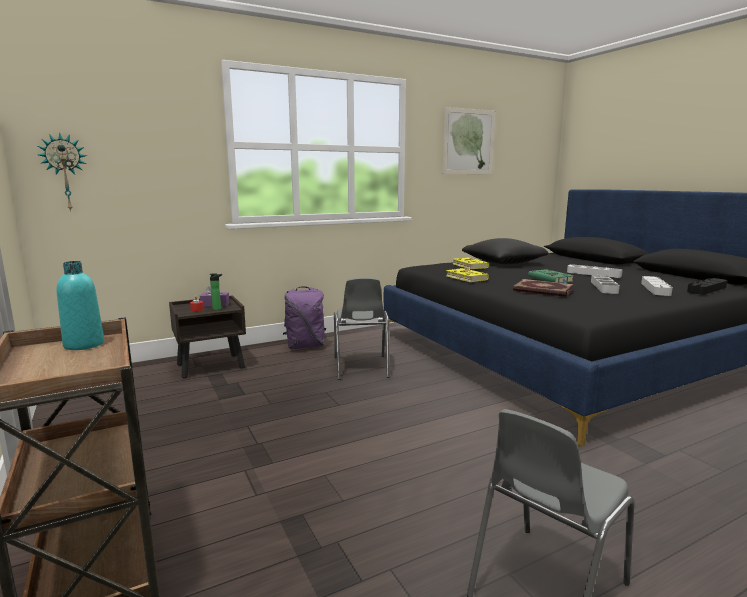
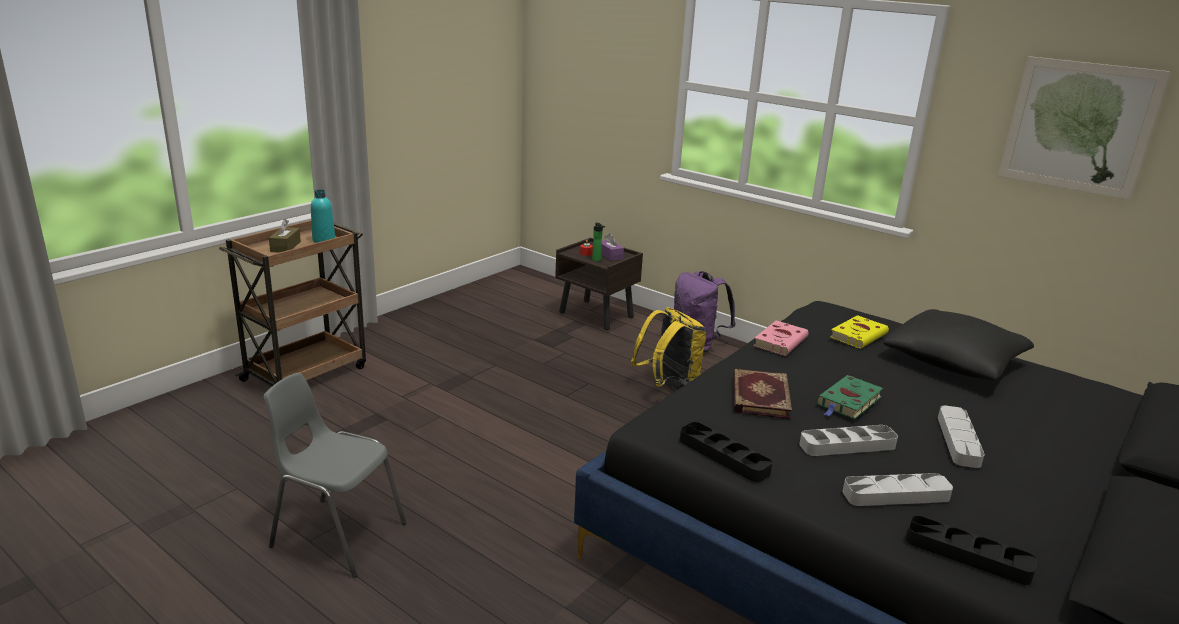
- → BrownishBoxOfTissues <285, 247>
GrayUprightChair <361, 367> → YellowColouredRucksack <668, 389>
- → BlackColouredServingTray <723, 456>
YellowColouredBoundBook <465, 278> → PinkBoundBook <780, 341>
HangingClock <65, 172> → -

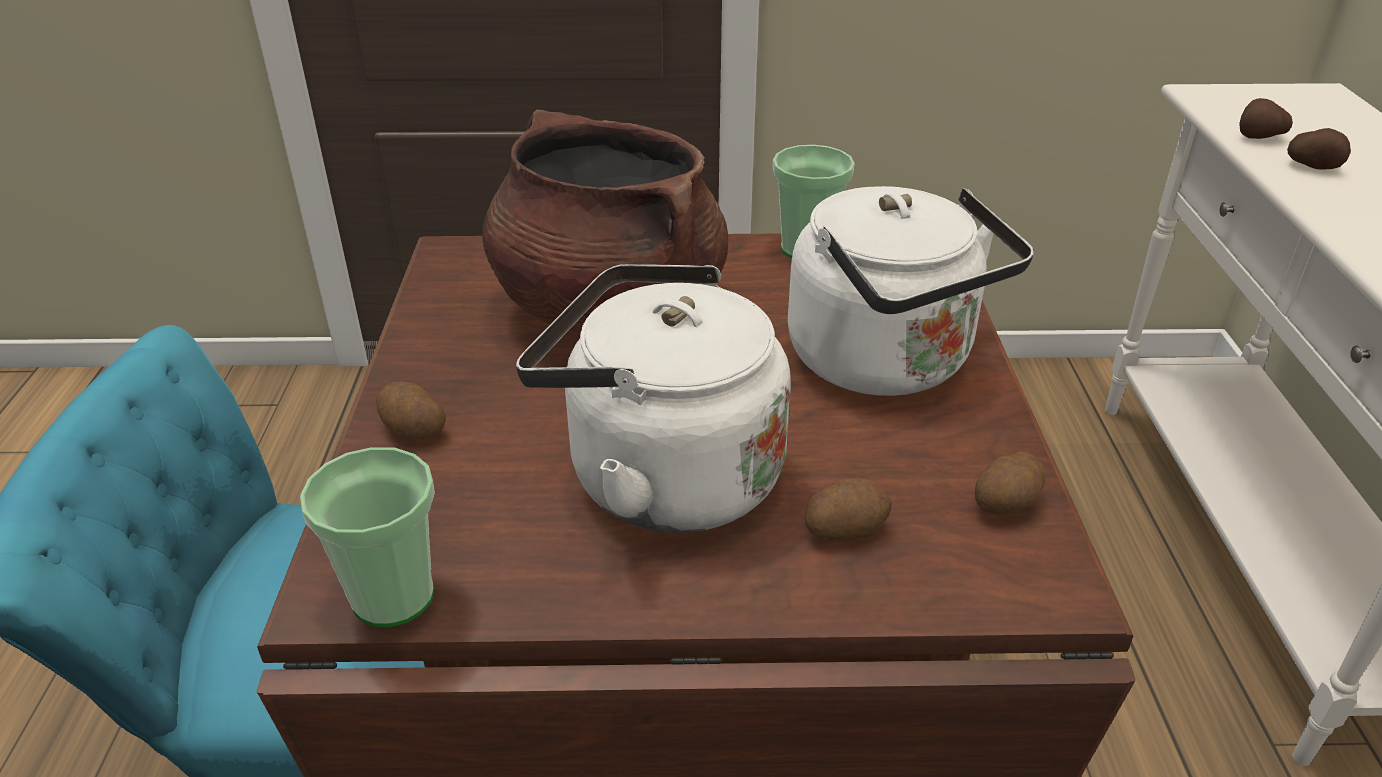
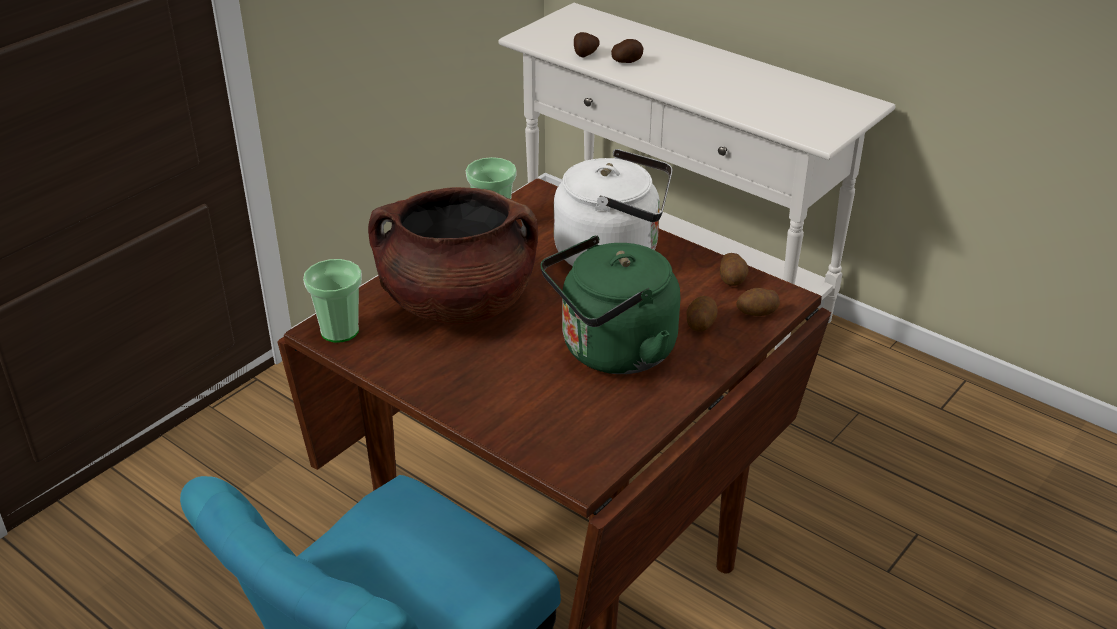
SmallCup <393, 596> → SmallCup <339, 331>, shifted
WhiteColouredTeaKettle <661, 476> → GreenTeaKettle <612, 352>
WholePotato <412, 429> → WholePotato <757, 313>, shifted

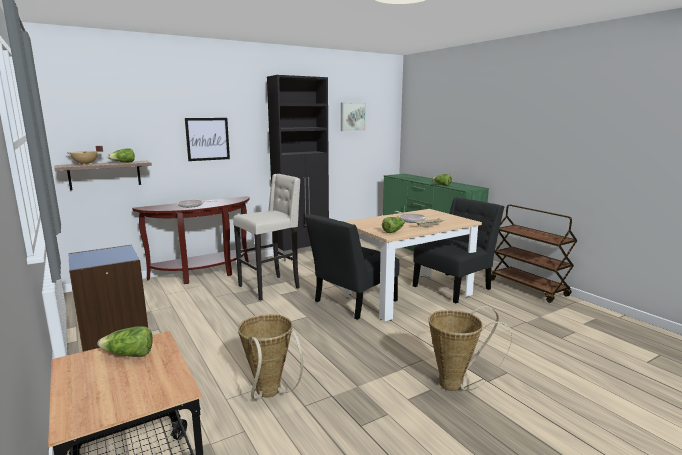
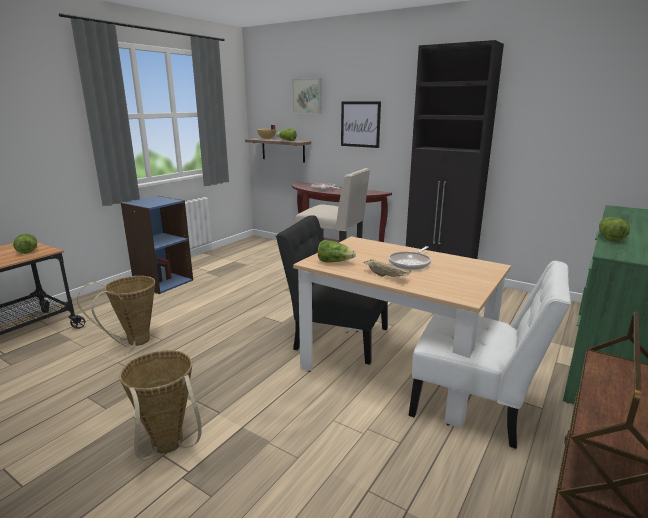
Picture <352, 116> → Picture <307, 96>, shifted
BlackColouredUprightChair <454, 287> → WhiteColouredUprightChair <476, 406>

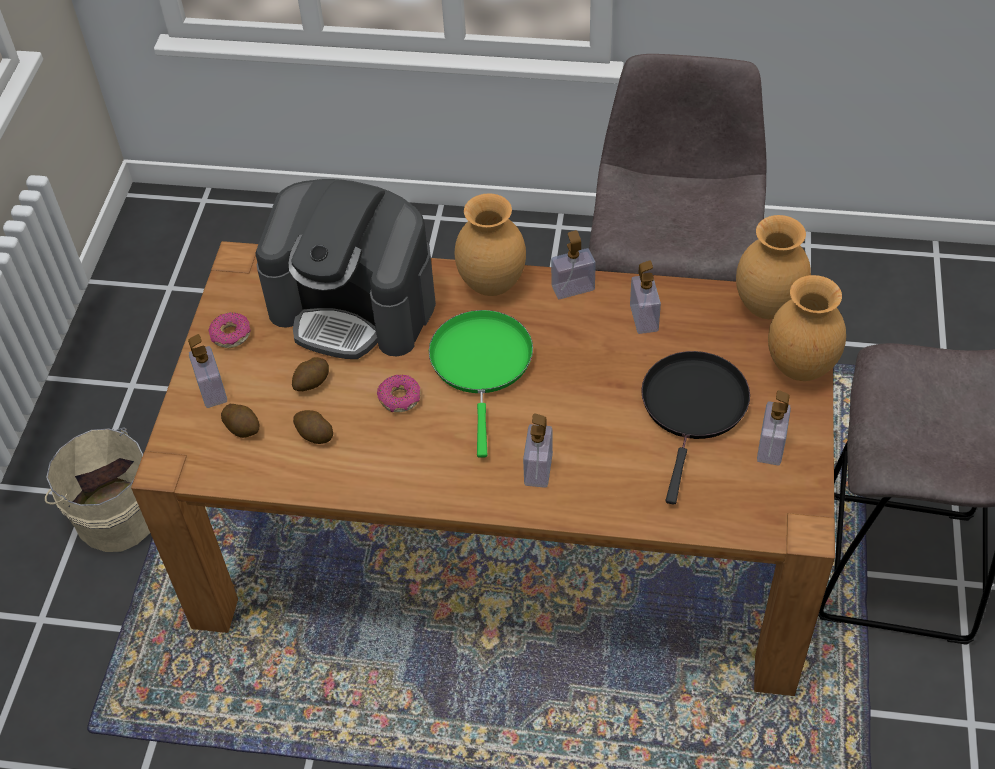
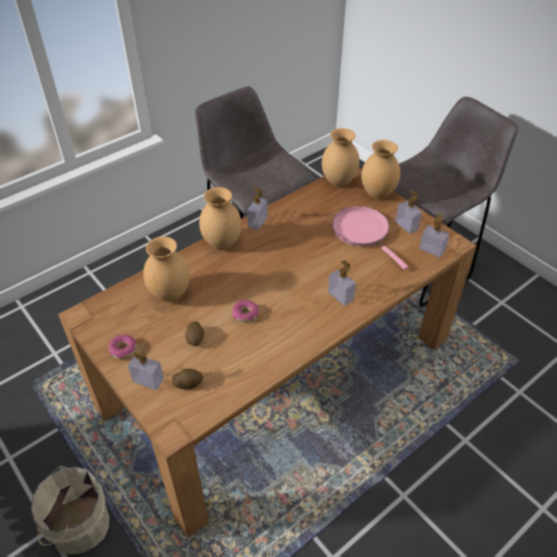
CoffeeMaker <354, 306> → BrownishVase <170, 293>
BlackColouredPan <693, 407> → PinkPan <363, 232>
SoapDispenser <644, 318> → SoapDispenser <432, 250>, shifted
WholePotato <314, 434> → -
GreenPan <481, 364> → -

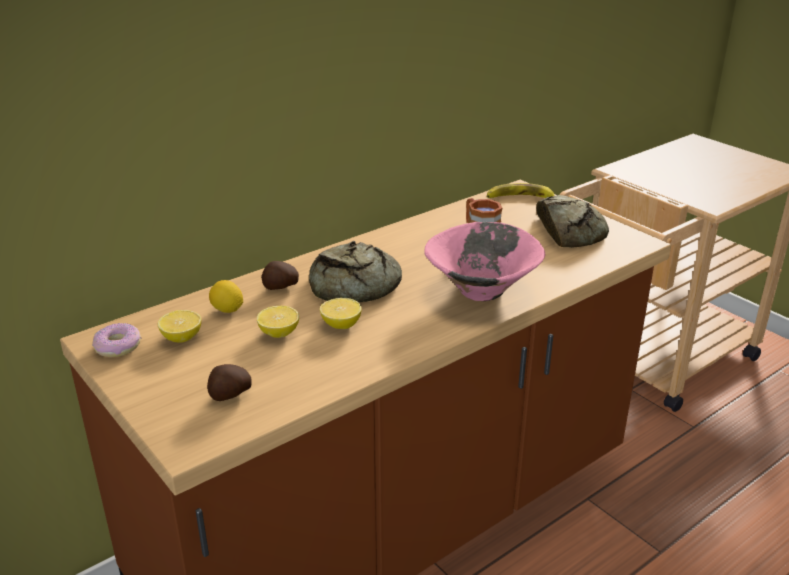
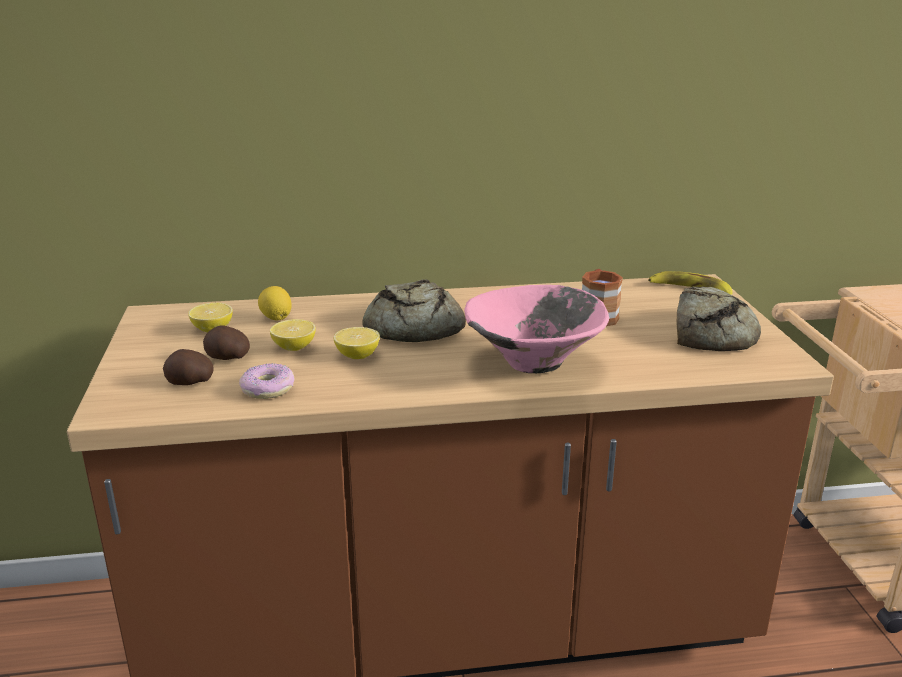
WholePotato <280, 287> → WholePotato <227, 358>, shifted
RingDoughnut <118, 346> → RingDoughnut <268, 389>, shifted

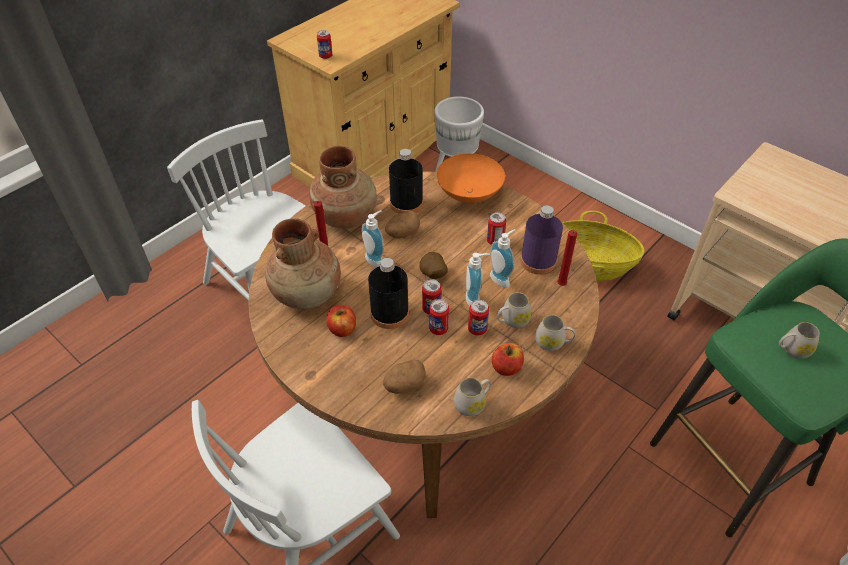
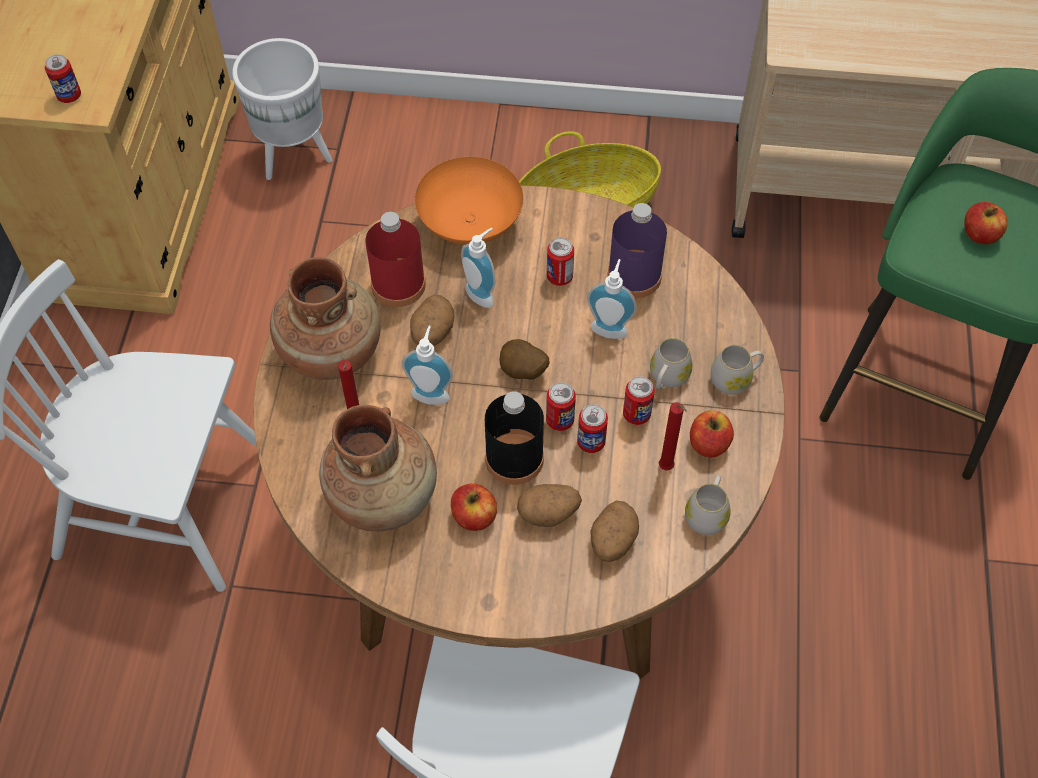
BlackColouredDrinkBottle <406, 203> → RedColouredDrinkBottle <398, 284>
SoapDispenser <475, 299> → SoapDispenser <483, 293>, shifted
- → WholePotato <549, 513>
RedColouredWaxLight <561, 286> → RedColouredWaxLight <667, 469>, shifted
WhiteColouredCoffeeMug <792, 349> → Apple <980, 234>

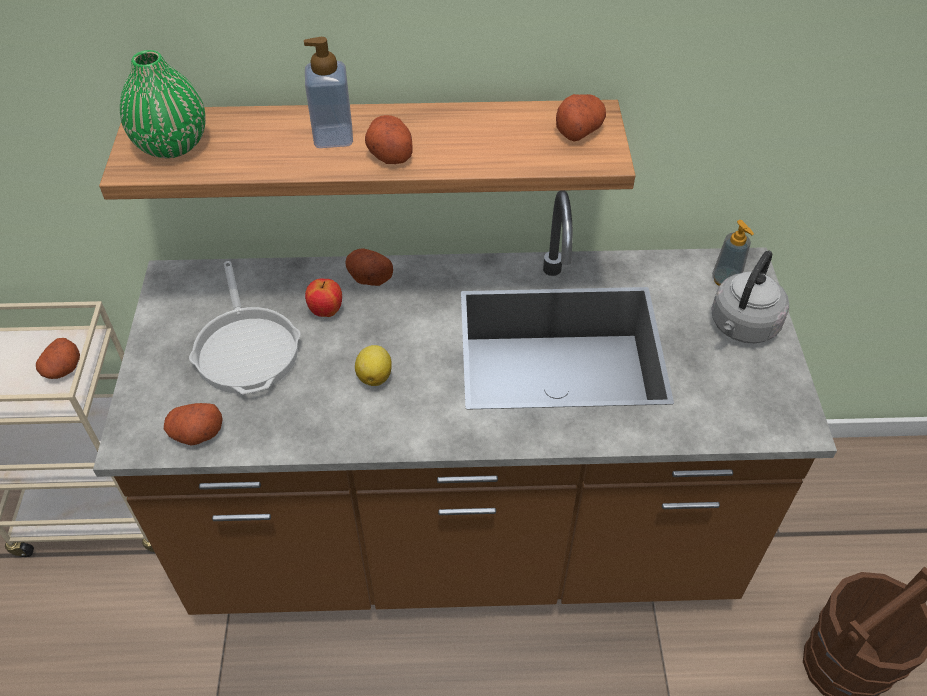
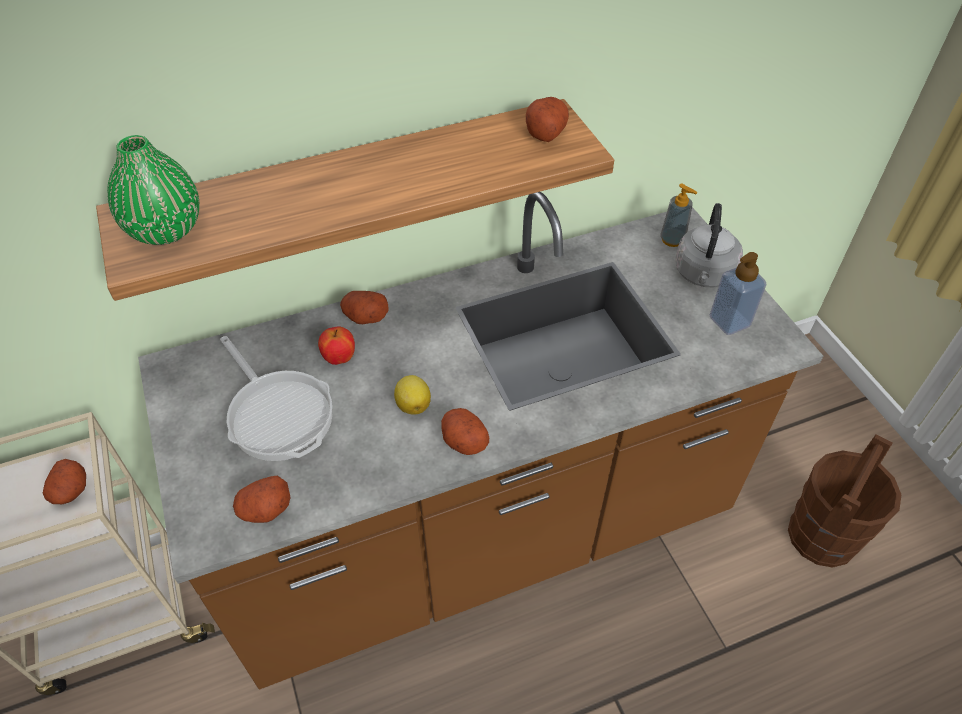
WholePotato <389, 153> → WholePotato <463, 440>, shifted
SoapDispenser <333, 137> → SoapDispenser <729, 321>, shifted

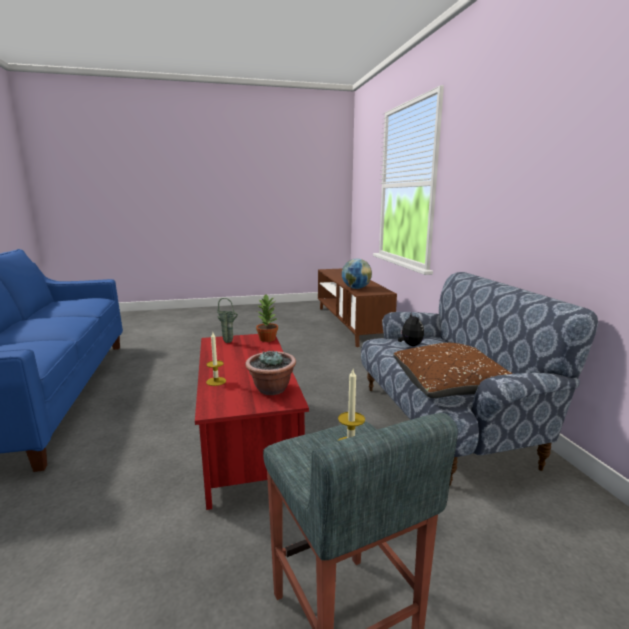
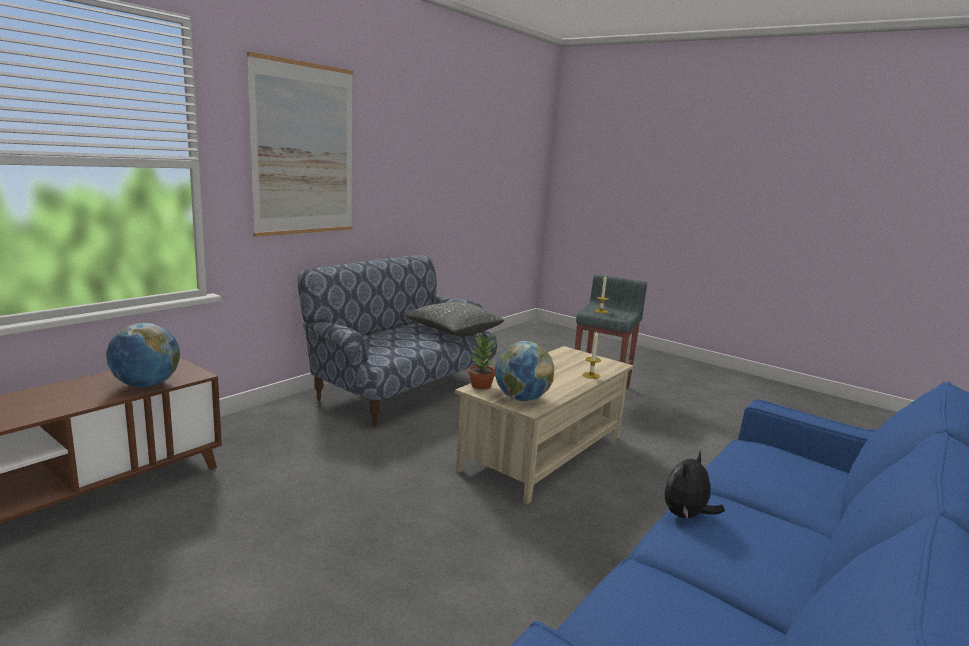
- → Picture <304, 150>
BrownishThrowPillow <452, 387> → GrayThrowPillow <453, 331>
RedColouredCoffeeTable <248, 441> → SandColouredCoffeeTable <543, 452>
GreenVase <229, 342> → WorldGlobe <521, 398>
PlushToy <410, 345> → PlushToy <686, 516>, shifted
PottedPlant <271, 389> → -

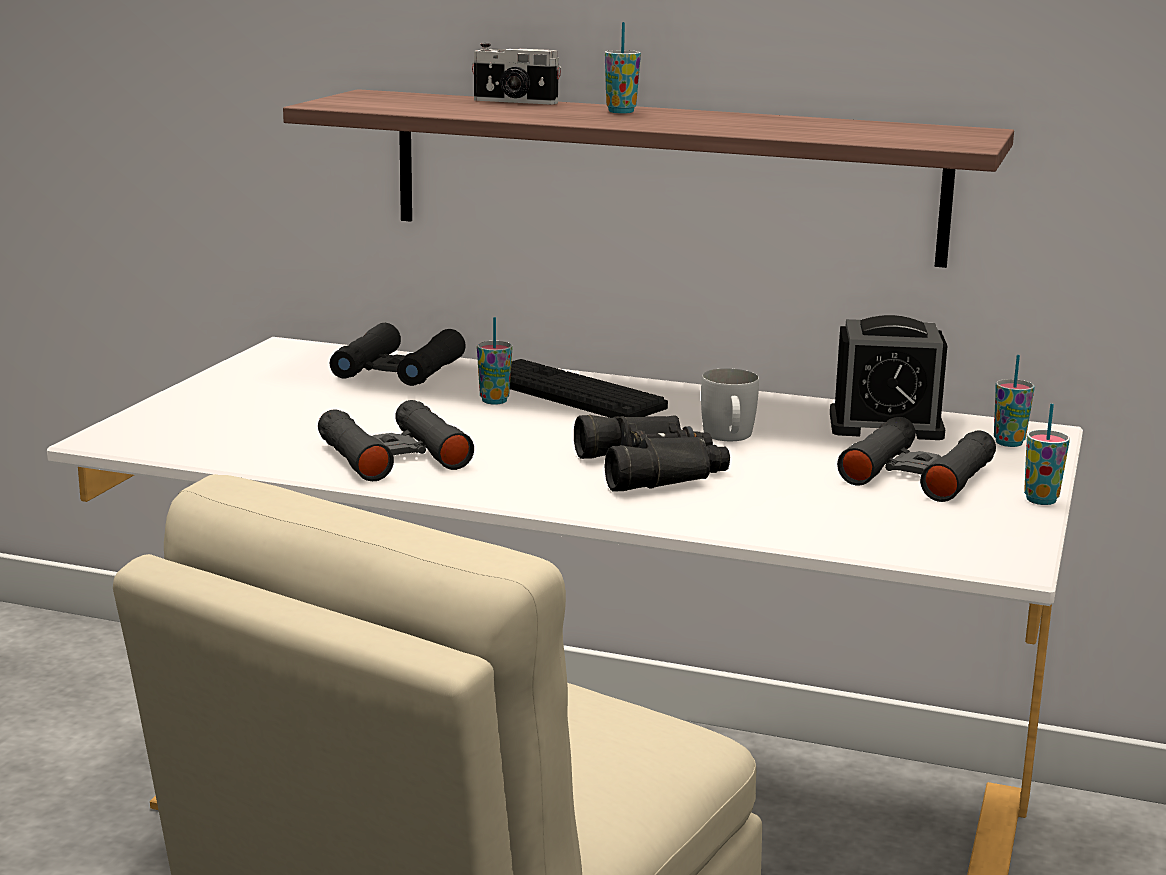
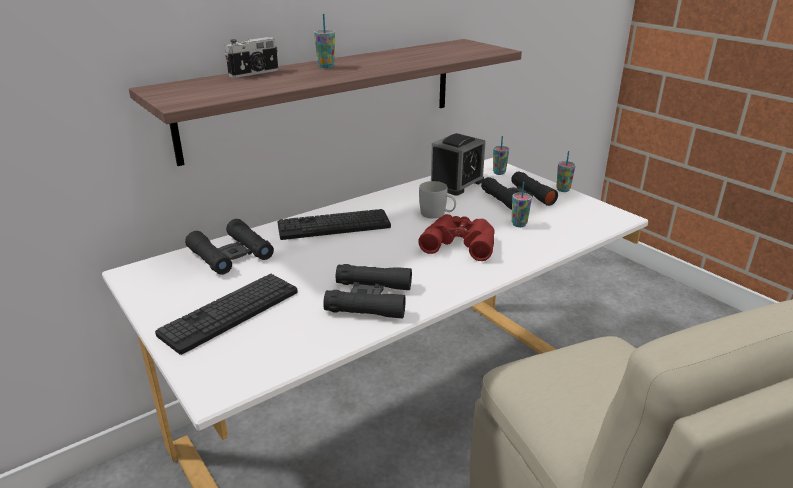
- → ComputerKeyboard <230, 312>
BlackColouredBinoculars <656, 469> → RedColouredBinoculars <460, 242>
SmallCup <494, 401> → SmallCup <519, 224>, shifted

